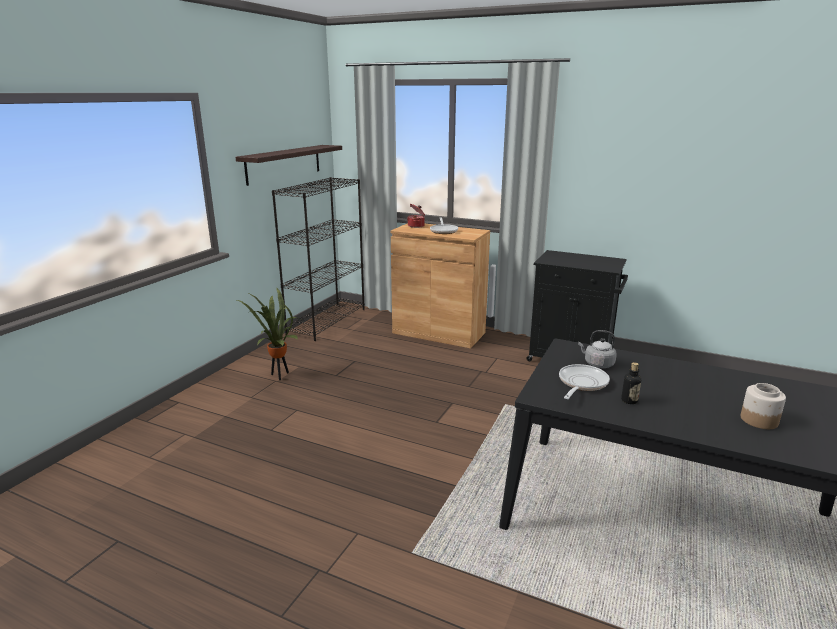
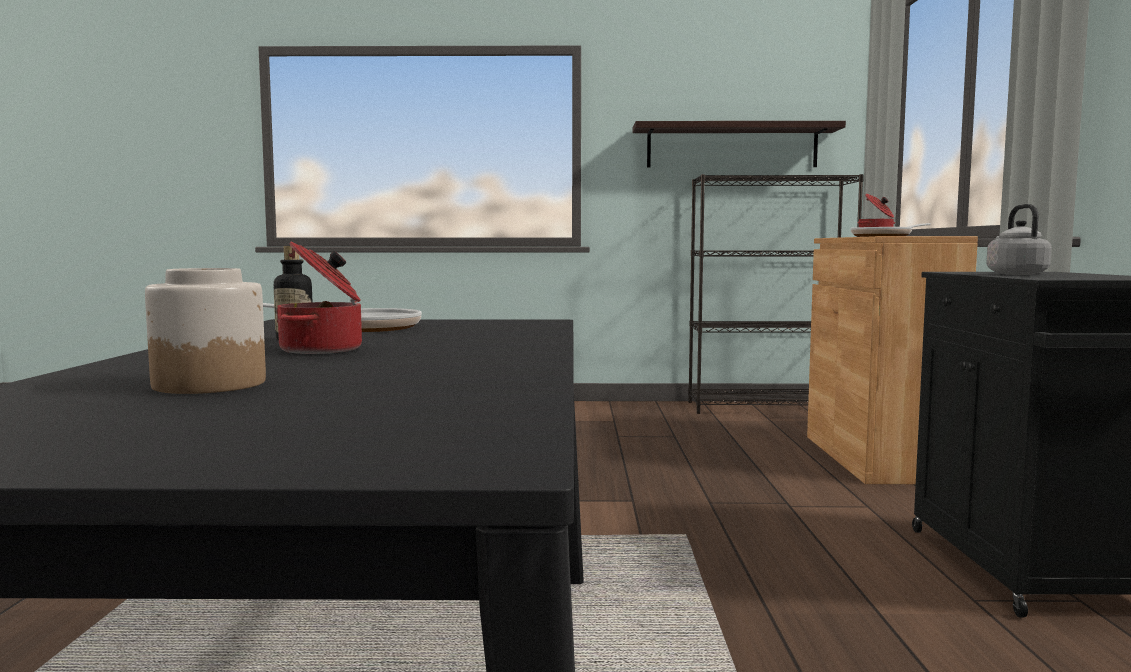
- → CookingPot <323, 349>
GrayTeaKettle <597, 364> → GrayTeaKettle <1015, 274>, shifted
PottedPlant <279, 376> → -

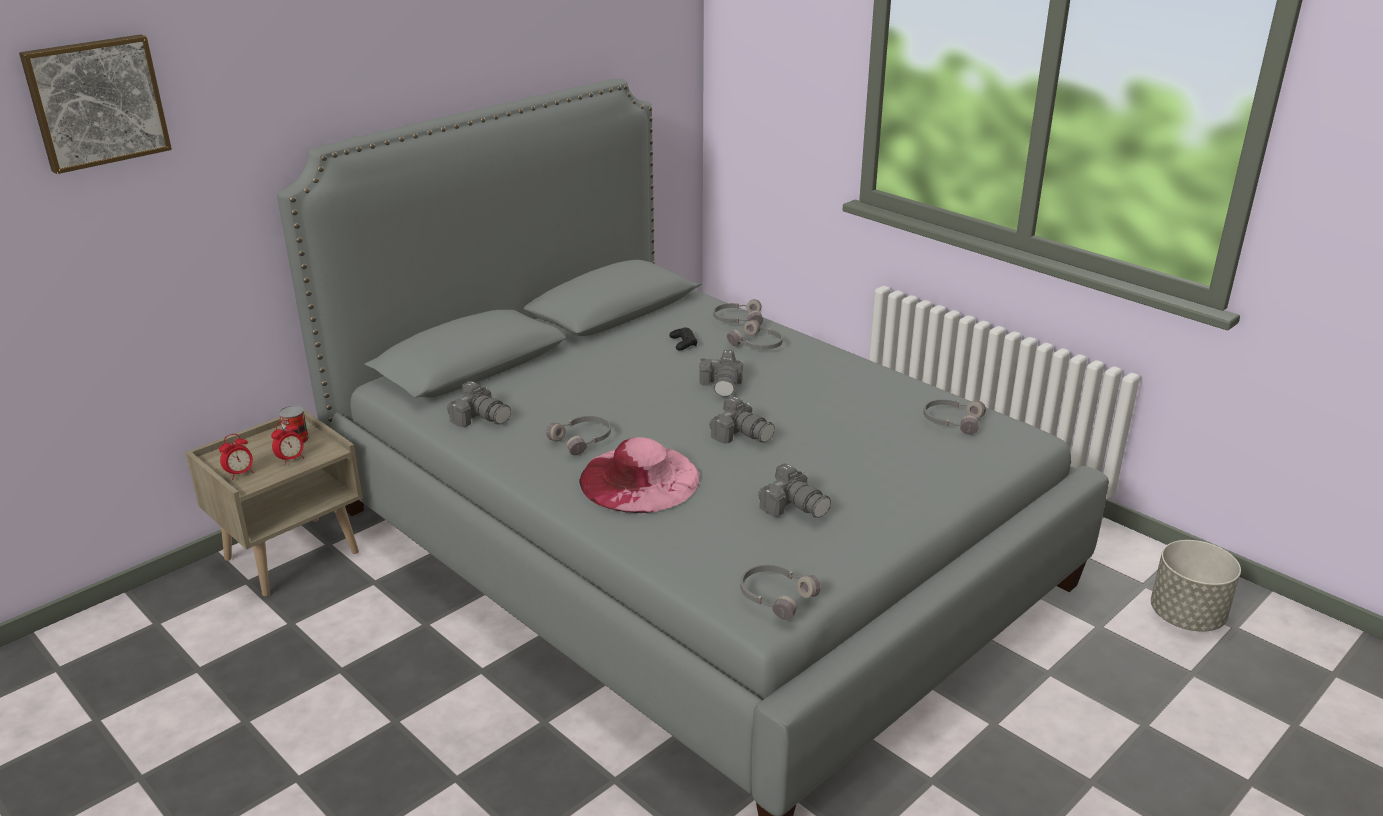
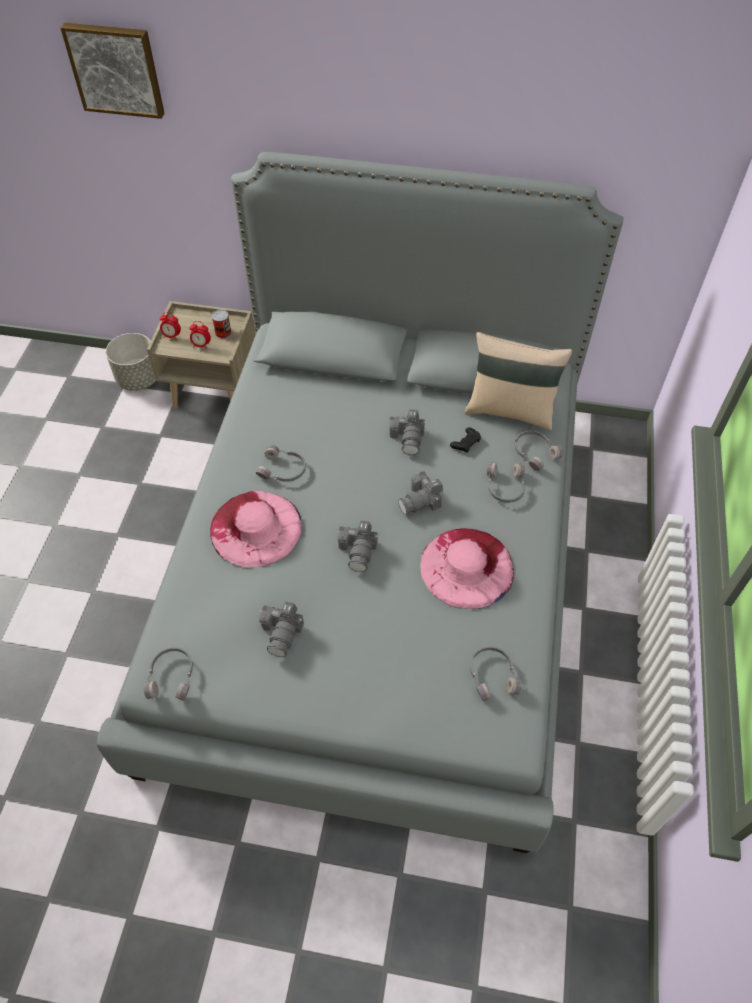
GrayPlanter <1185, 617> → GrayPlanter <138, 379>, shifted
StillCamera <481, 418> → StillCamera <408, 438>, shifted
- → PinkHat <467, 567>
- → SandColouredThrowPillow <510, 410>

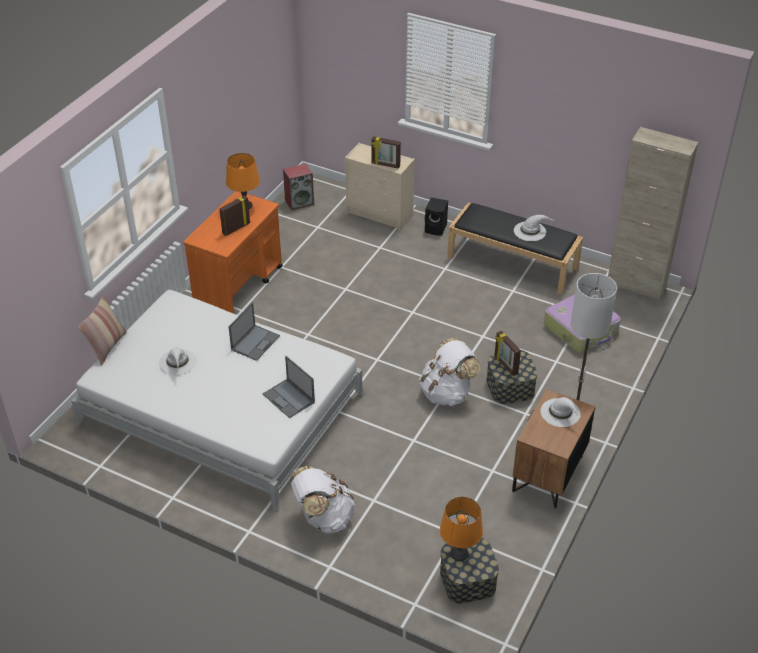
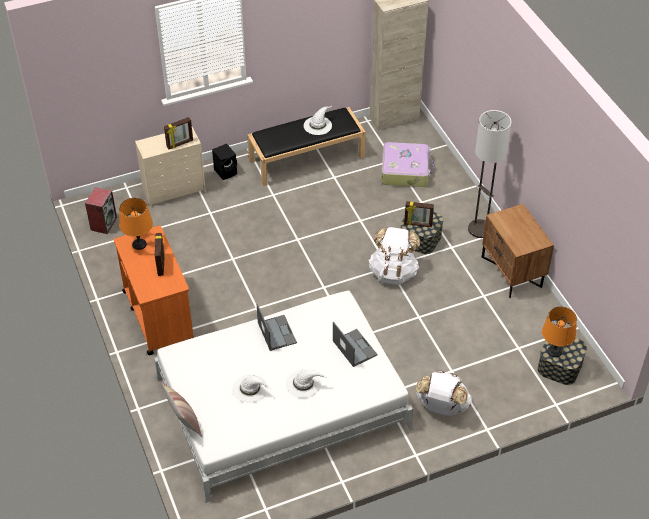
WhiteColouredHat <561, 413> → WhiteColouredHat <304, 383>, shifted
NotebookComputer <289, 398> → NotebookComputer <354, 347>, 120 degrees counterclockwise

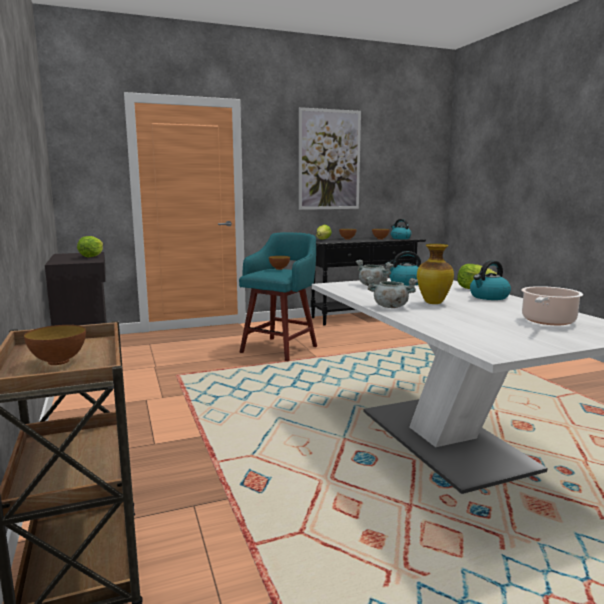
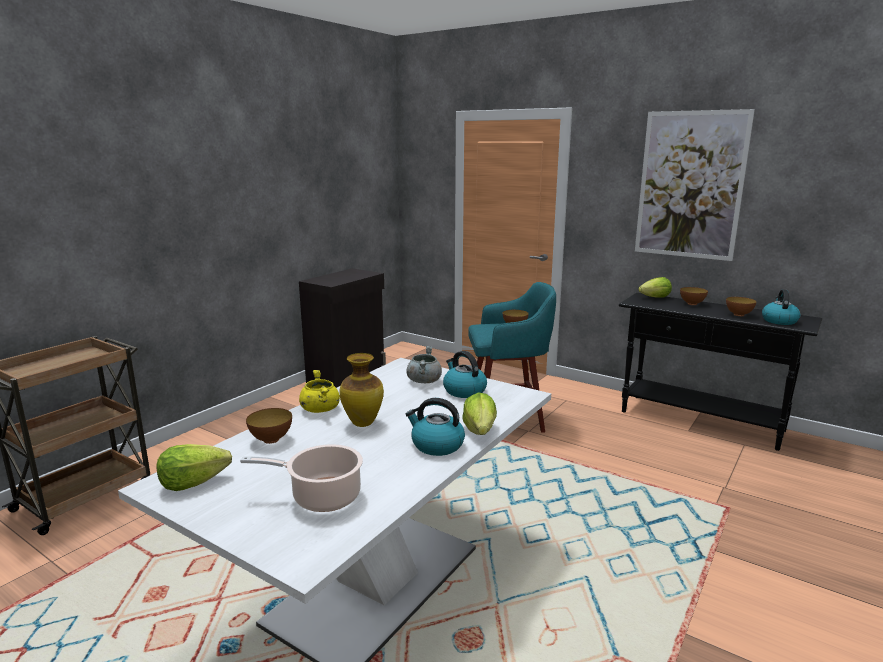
HeadOfLettuce <91, 256> → HeadOfLettuce <192, 483>, shifted
ServingBowl <58, 362> → ServingBowl <271, 440>, shifted
GrayCookingPot <390, 307> → YellowColouredCookingPot <320, 409>

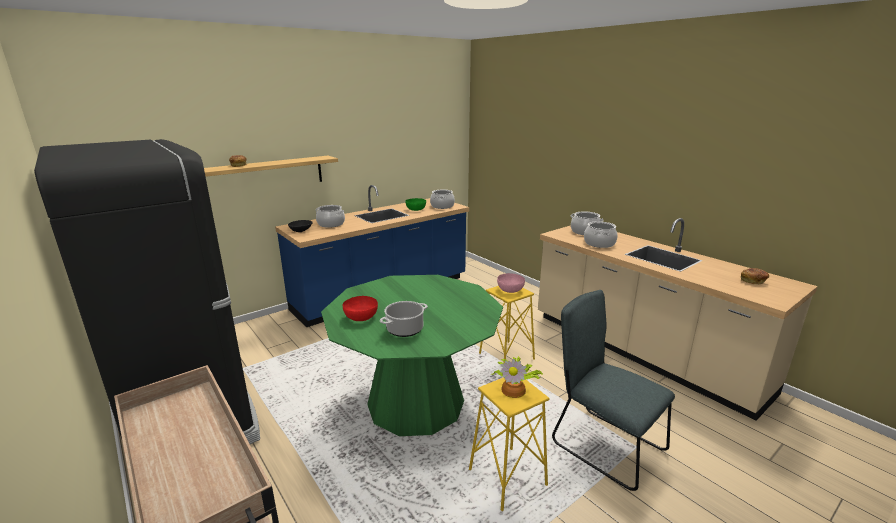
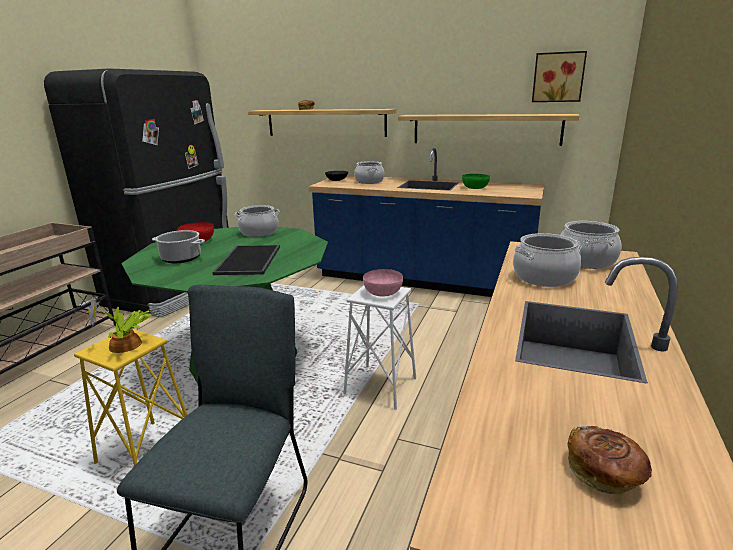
- → ServingTray <250, 260>
CookingPot <442, 206> → CookingPot <259, 232>, shifted
YellowColouredStoolSeat <506, 356> → WhiteColouredStoolSeat <380, 386>
- → Shelf <485, 129>
- → Picture <558, 77>

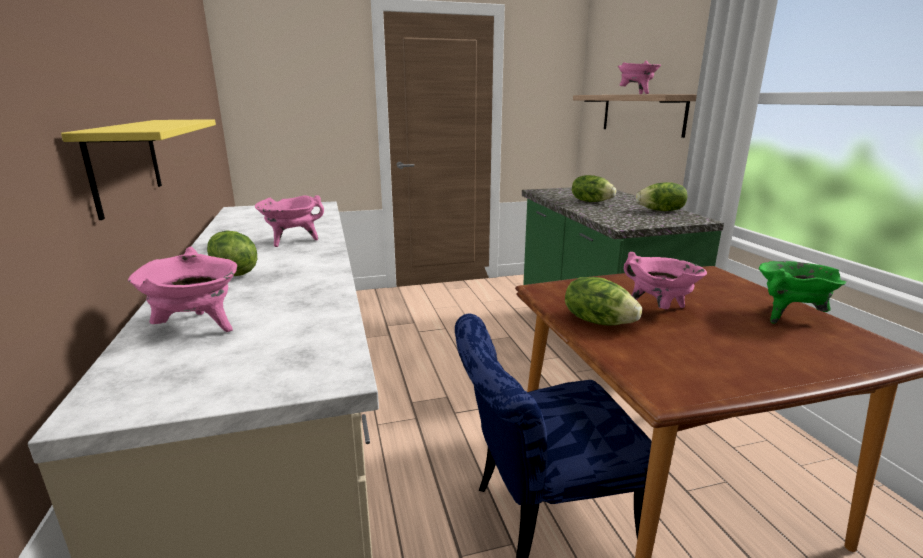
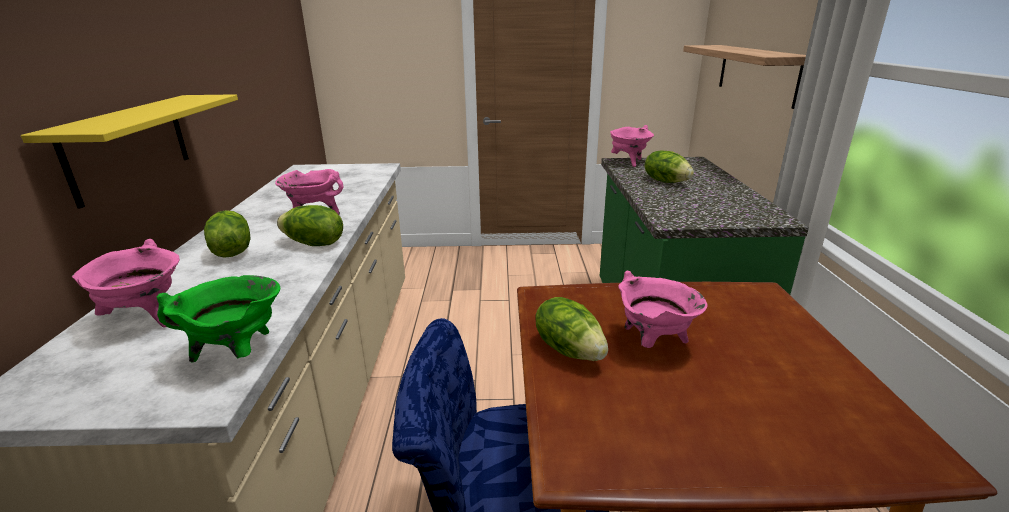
GreenCookingPot <789, 316> → GreenCookingPot <238, 354>, shifted
HeadOfLettuce <661, 211> → HeadOfLettuce <314, 244>, shifted
PinkCookingPot <636, 94> → PinkCookingPot <628, 162>, shifted

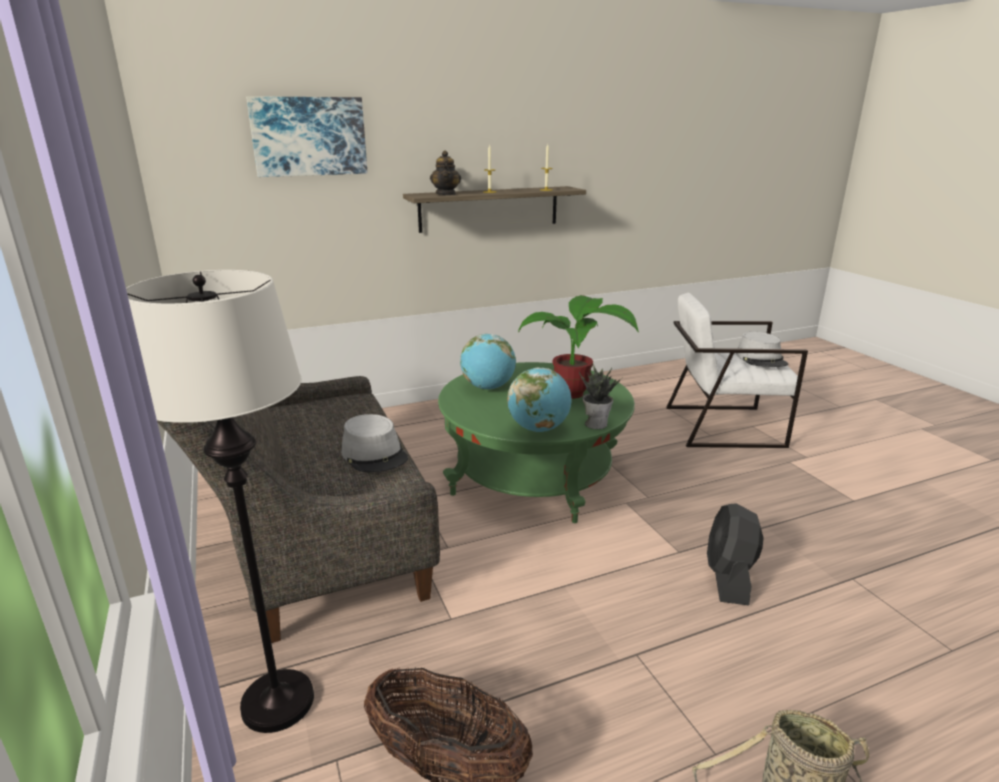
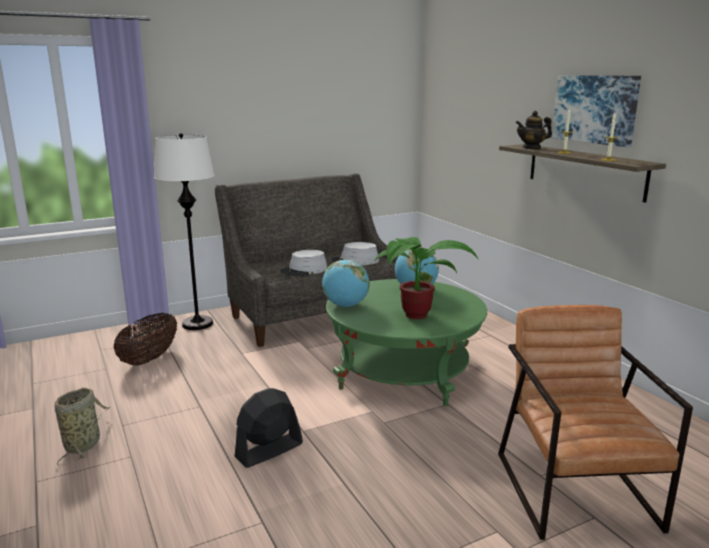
BlackColouredCoolingFan <728, 578> → BlackColouredCoolingFan <269, 450>, 45 degrees counterclockwise
GrayHat <761, 359> → GrayHat <355, 261>, shifted
WhiteColouredLoungeChair <723, 426> → BrownishLoungeChair <576, 489>
Picture <309, 136> → Picture <595, 109>, shifted
PottedPlant <596, 423> → -

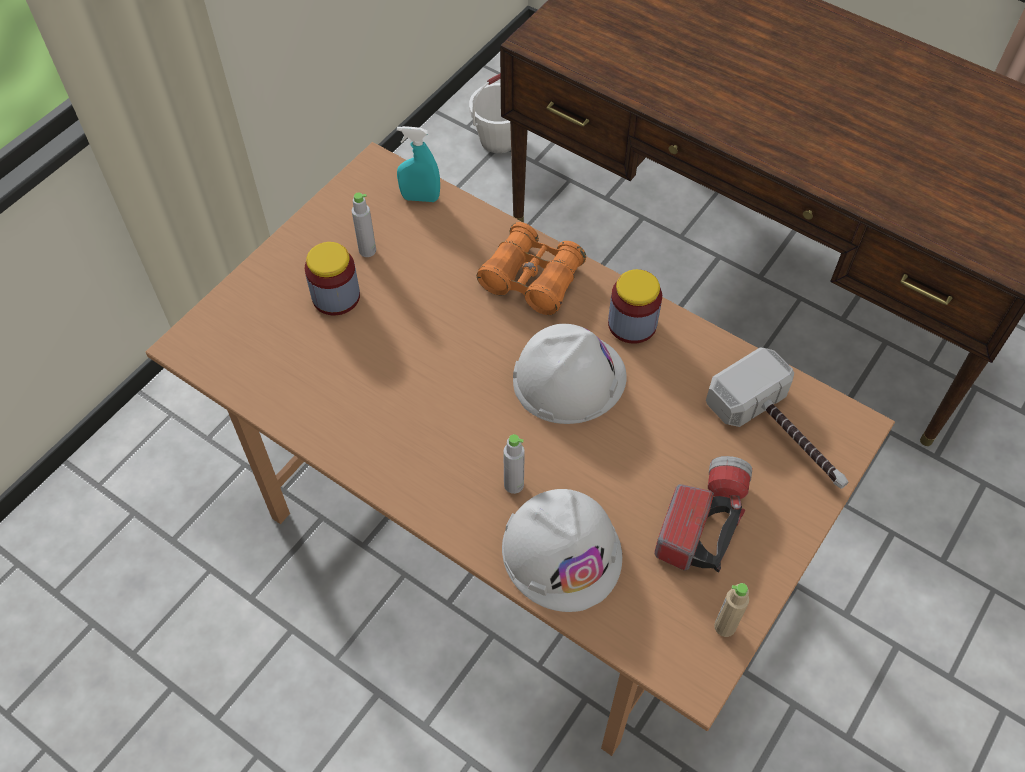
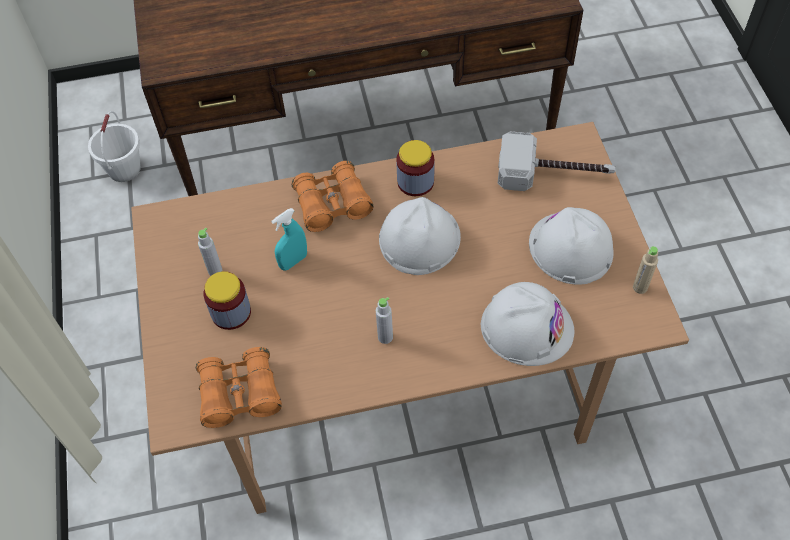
- → OrangeColouredBinoculars <239, 394>
TurquoiseColouredSprayer <420, 198> → TurquoiseColouredSprayer <293, 261>, shifted
GrayDrinkBottle <513, 485> → GrayDrinkBottle <385, 337>, shifted
Flashlight <702, 521> → WhiteColouredWorkHelmet <570, 248>

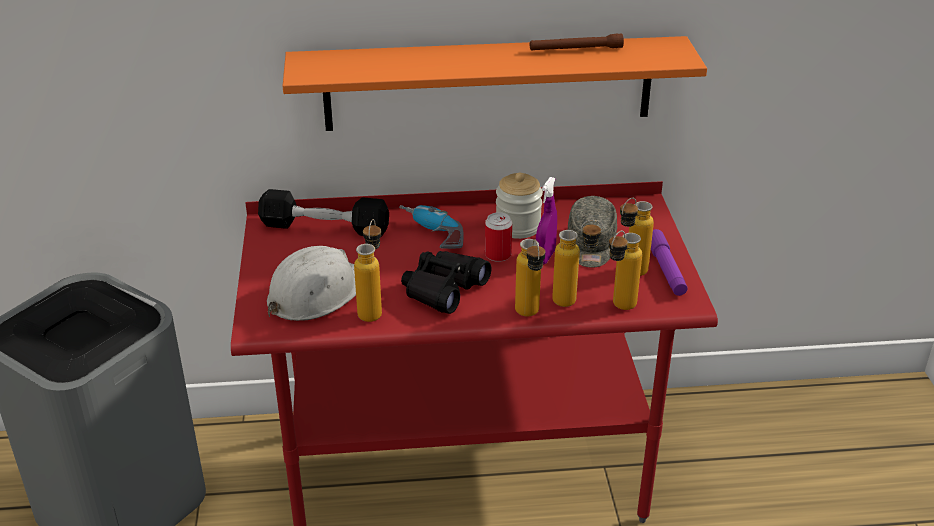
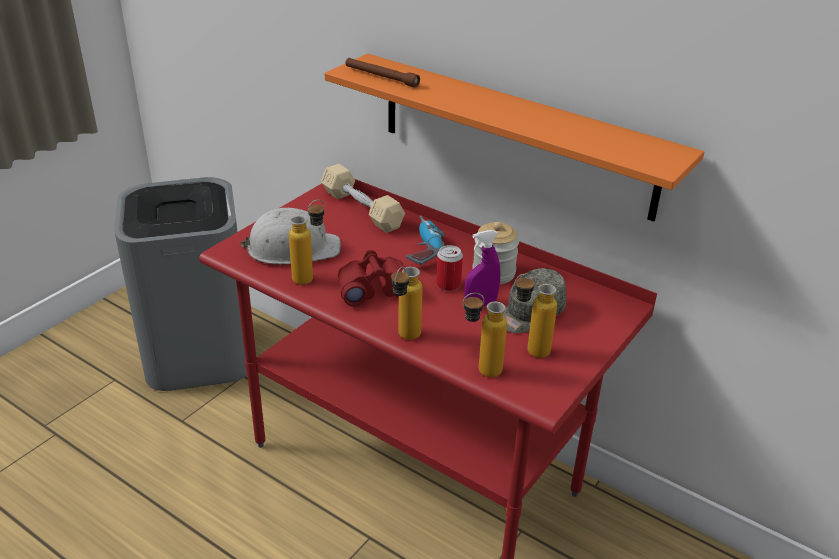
BlackColouredFreeWeight <325, 227> → SandColouredFreeWeight <361, 209>
BlackColouredBinoculars <443, 289> → RedColouredBinoculars <375, 288>
BrownishFlashlight <575, 49> → BrownishFlashlight <381, 77>, shifted
DrinkBottle <574, 301> → -
PurpleColouredFlashlight <666, 270> → -

